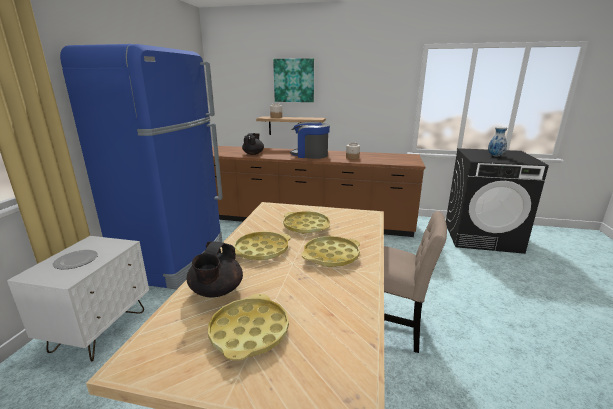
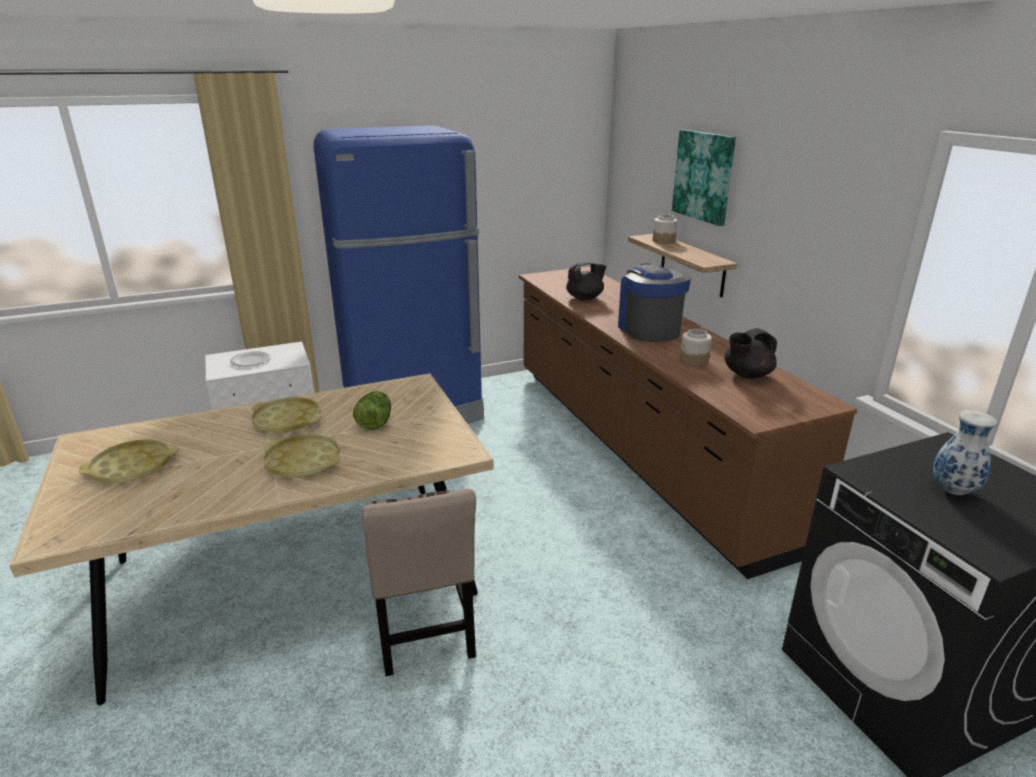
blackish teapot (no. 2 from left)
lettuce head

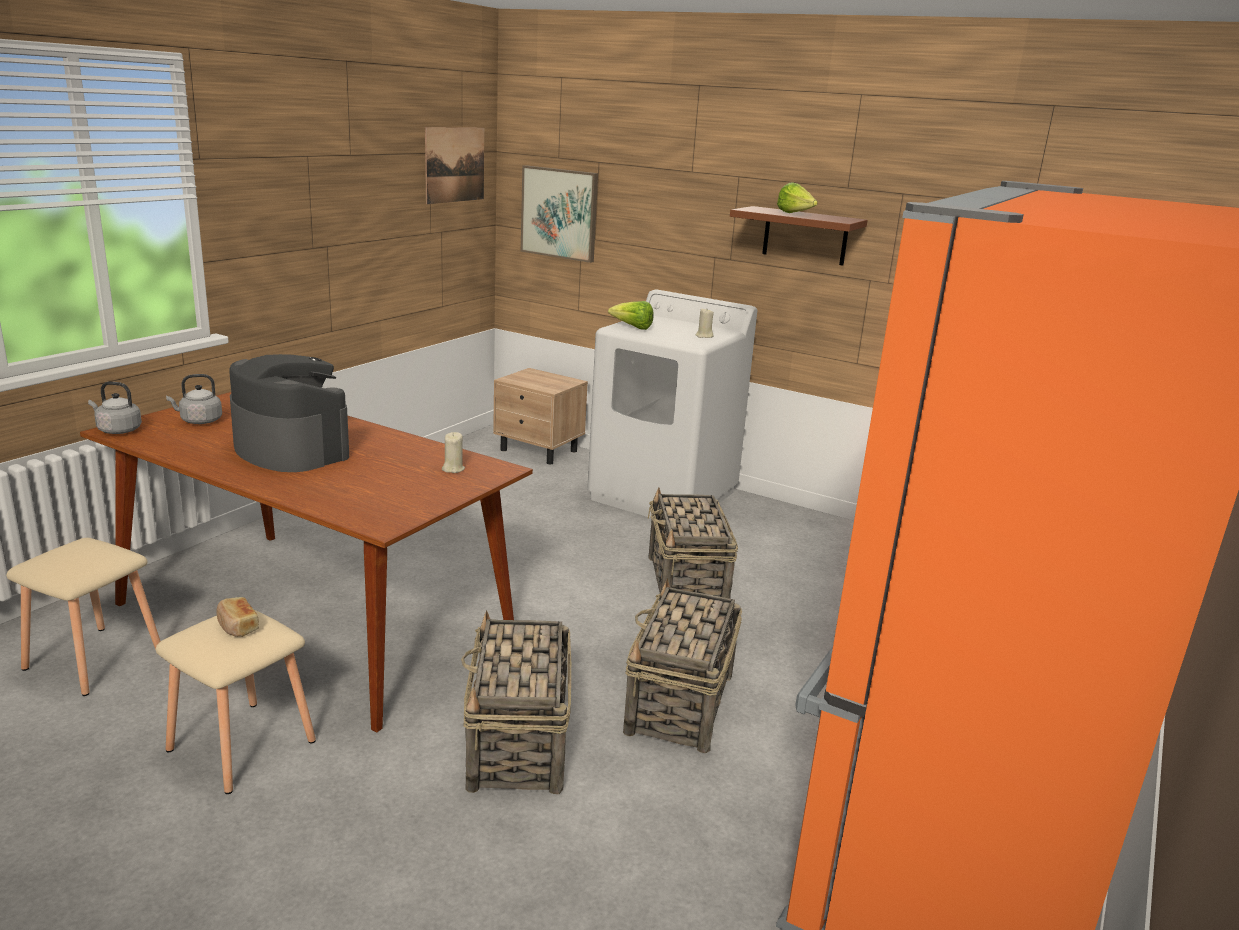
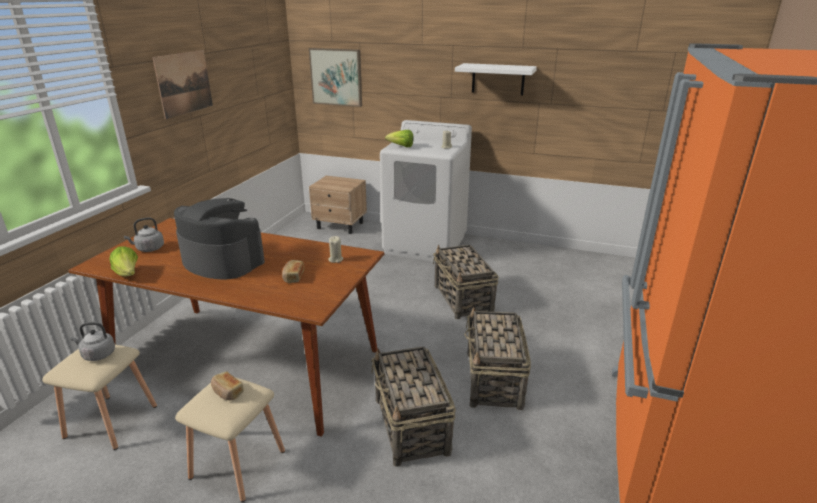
greyish water kettle (no. 1 from left)
wall picture (no. 1 from left)
whitish bracket shelf
lettuce head (no. 1 from left)
bakery bread (no. 2 from left)

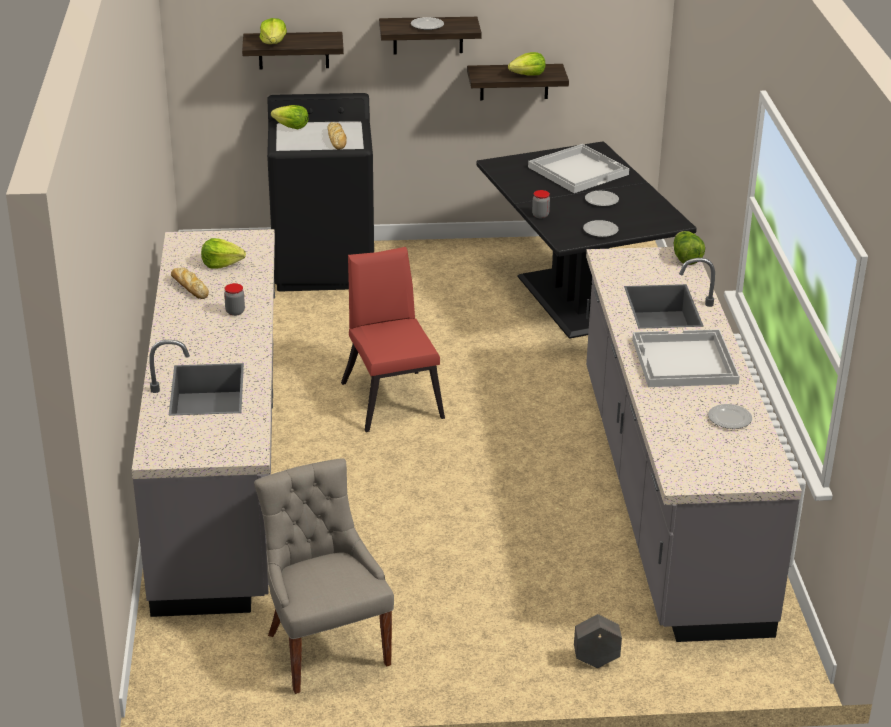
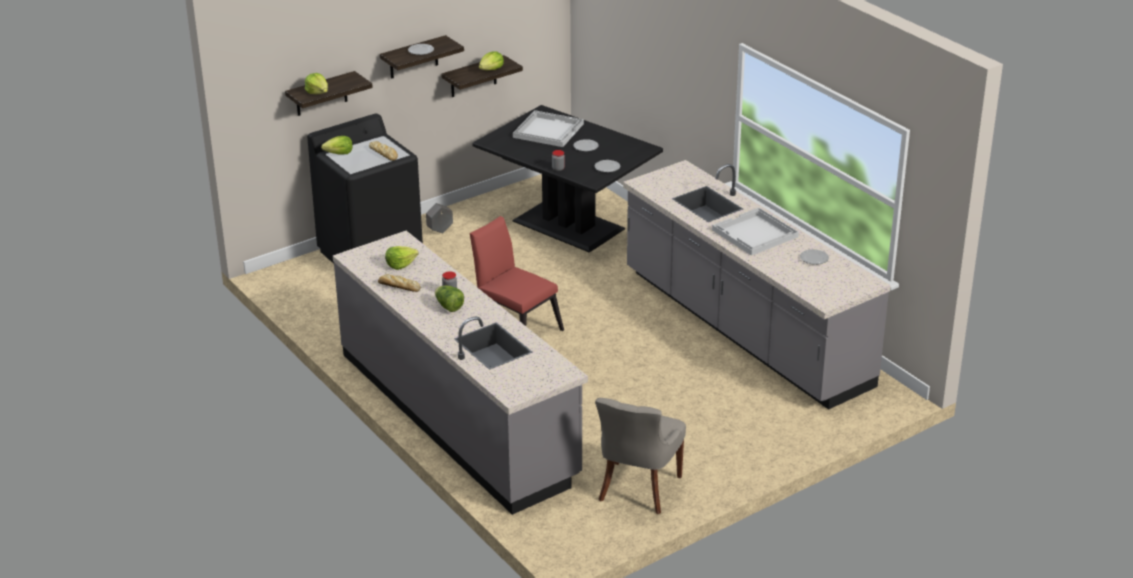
greyish chair
greyish flower pot
lettuce head (no. 4 from left)

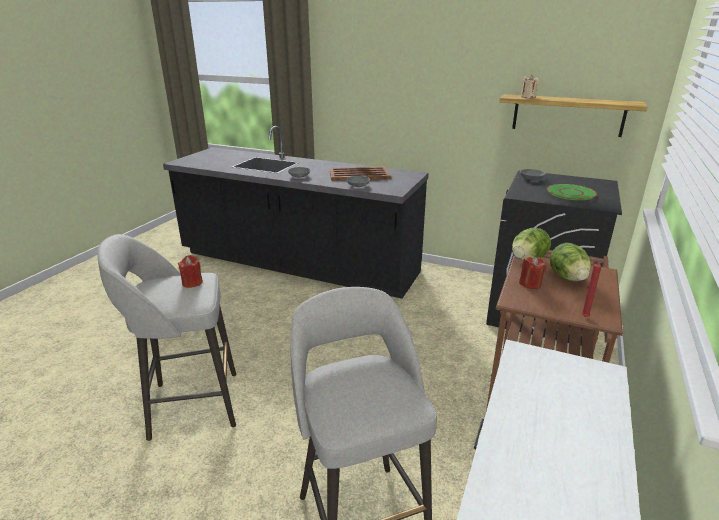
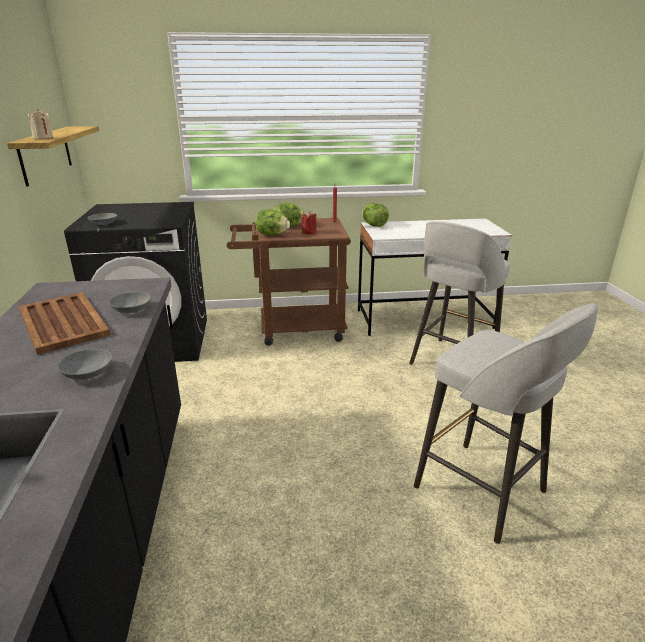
red wax candle (no. 1 from left in the first image)
green-coloured flat dish
lettuce head (no. 3 from left)

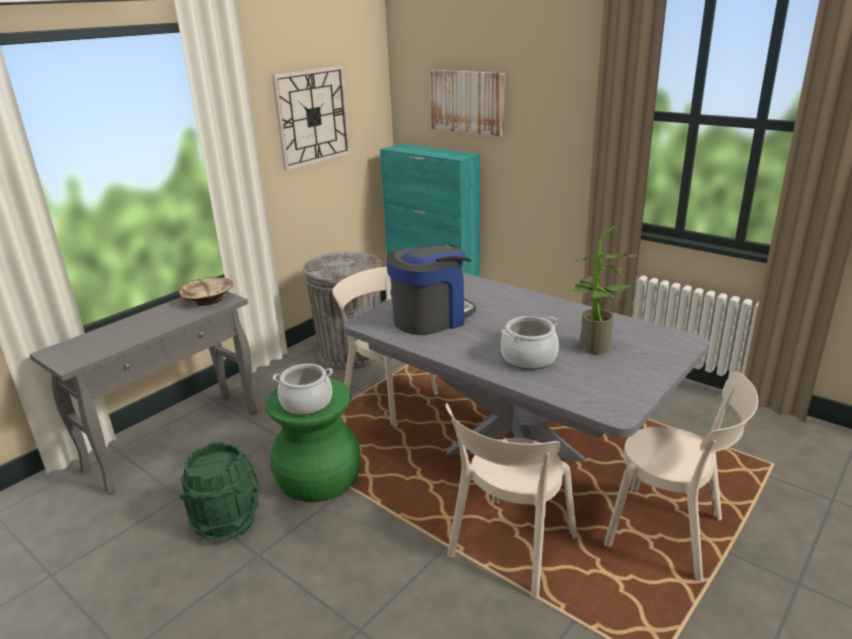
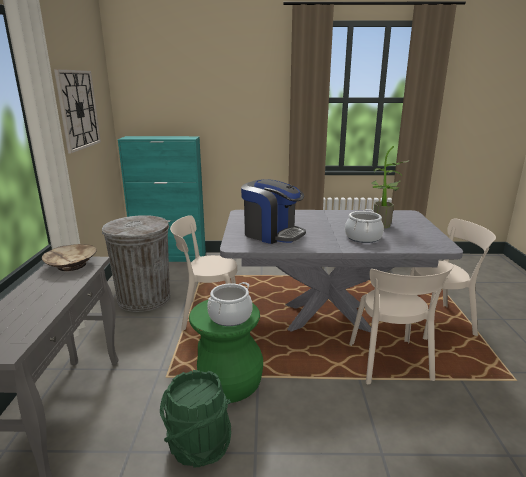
coffee maker
wall picture

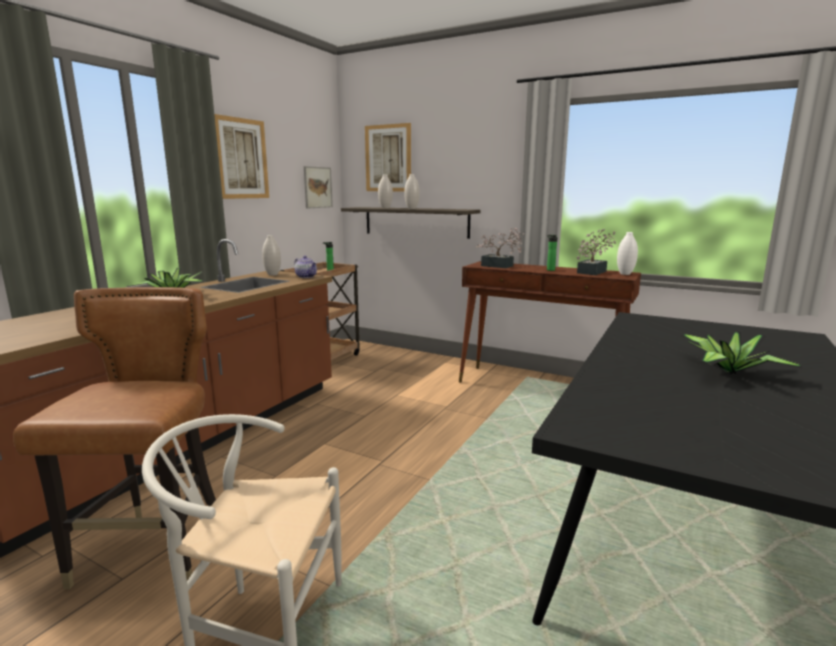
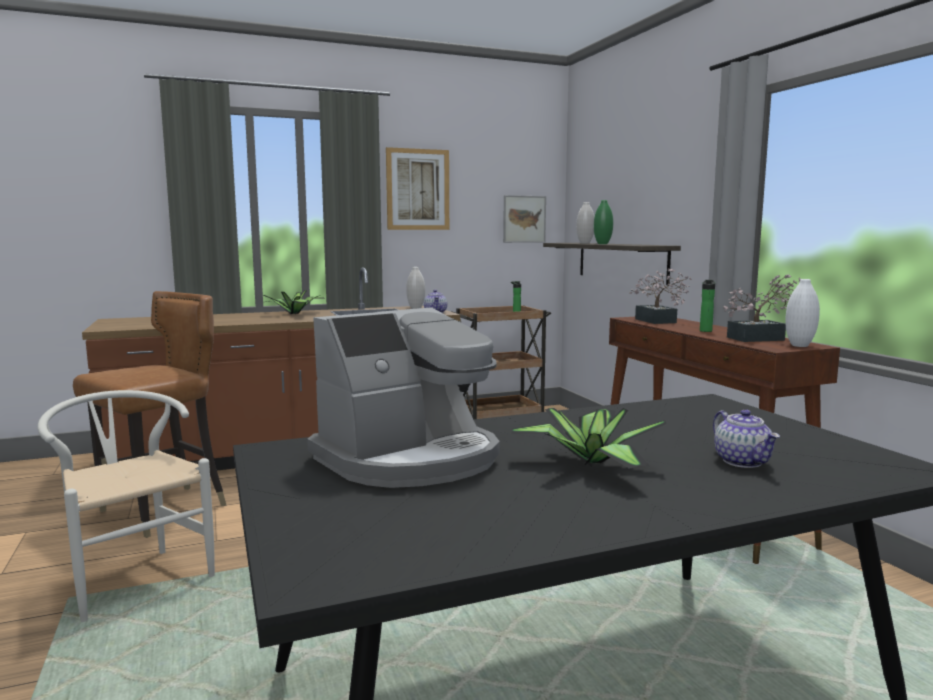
wall picture (no. 3 from left in the first image)
green-coloured vase
coffee maker
teapot (no. 2 from left)

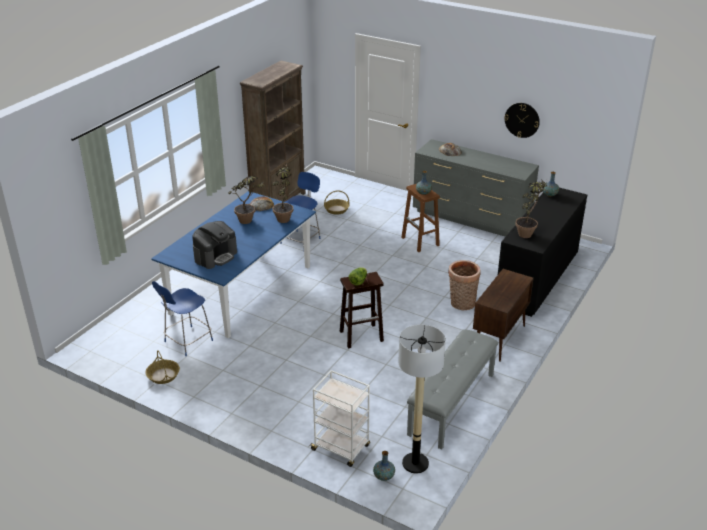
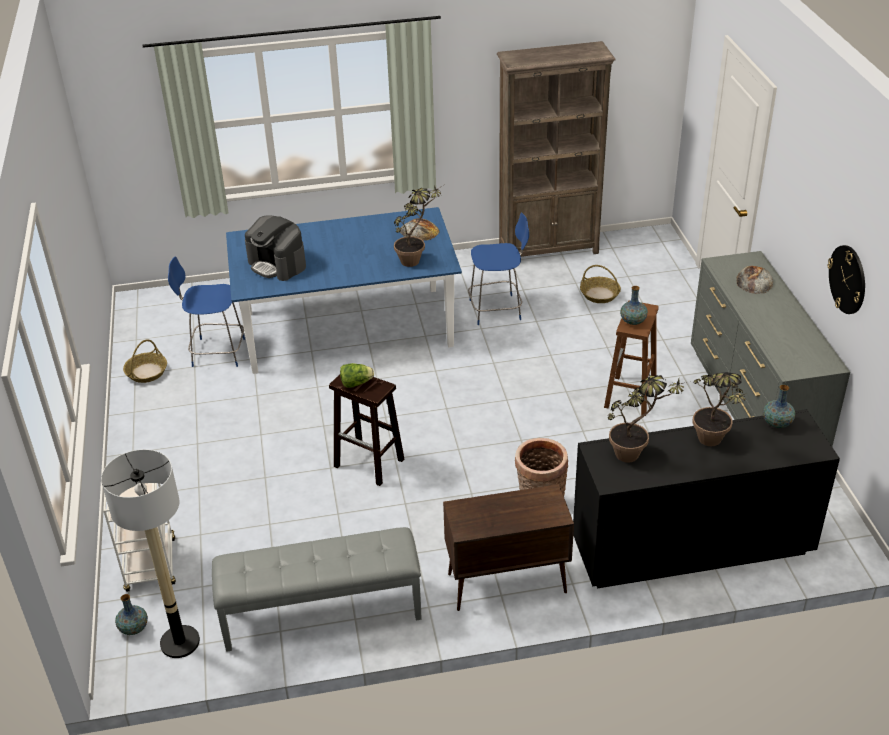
coffee maker
houseplant (no. 3 from left)

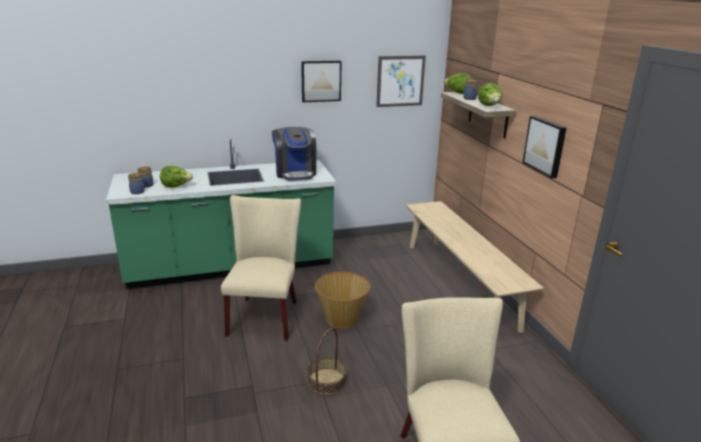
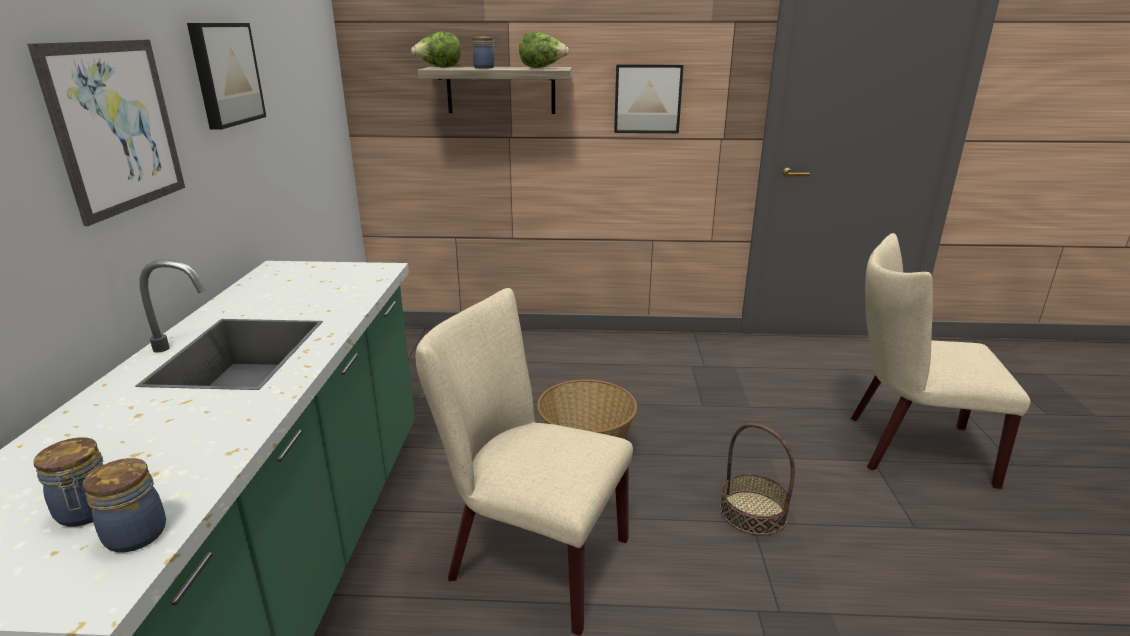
lettuce head (no. 1 from left in the first image)
coffee maker
wall picture (no. 1 from left)
beige-coloured long seat

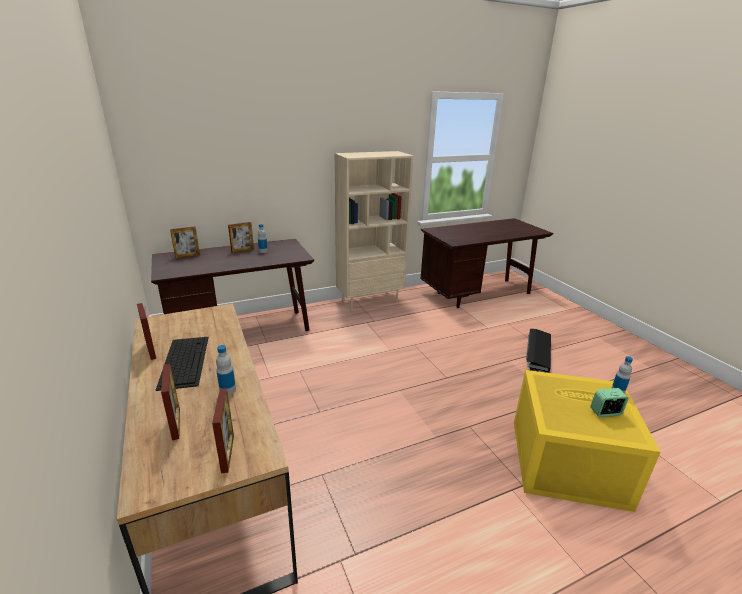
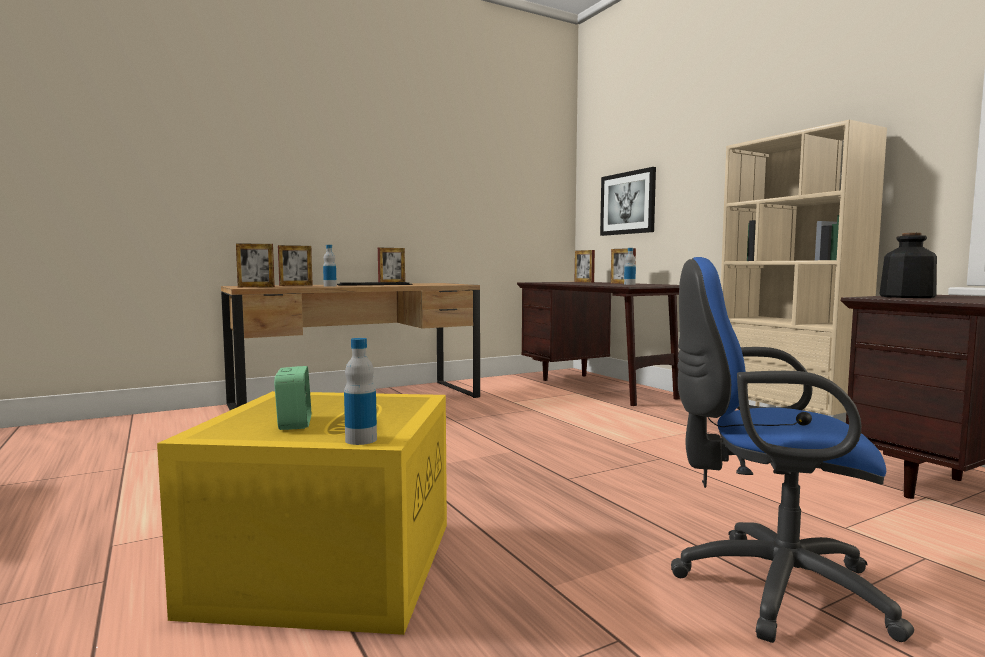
bluish desk chair
wall picture
beverage bottle (no. 4 from left)

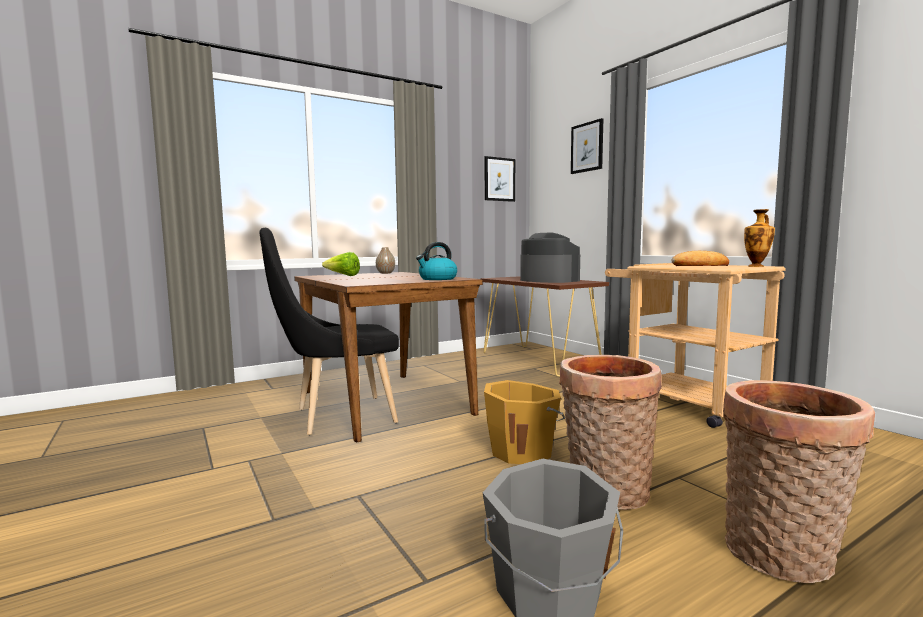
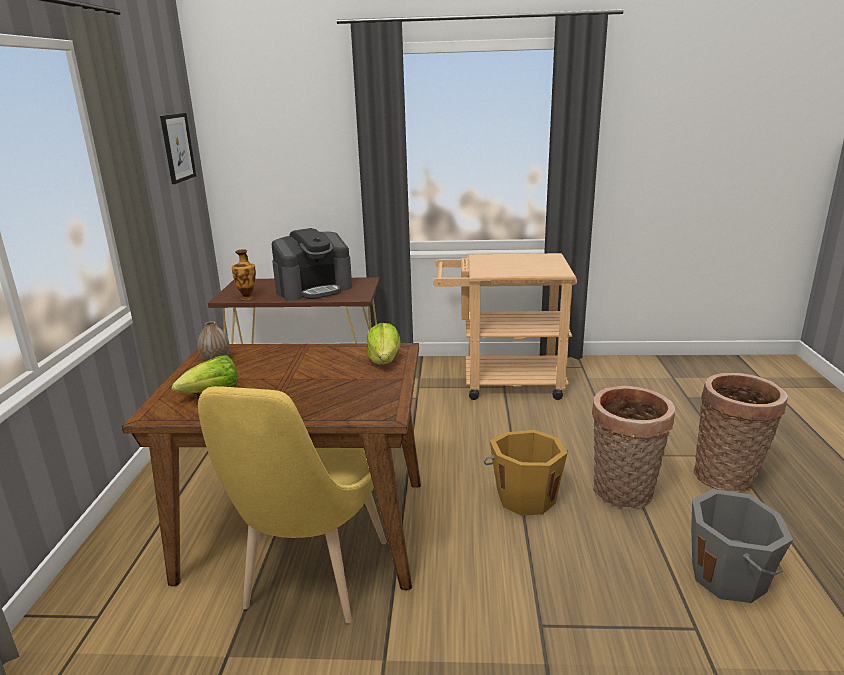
yellow-coloured chair
lettuce head (no. 2 from left)
coffee maker
wall picture (no. 2 from left in the first image)
bakery bread
vase (no. 2 from left)

